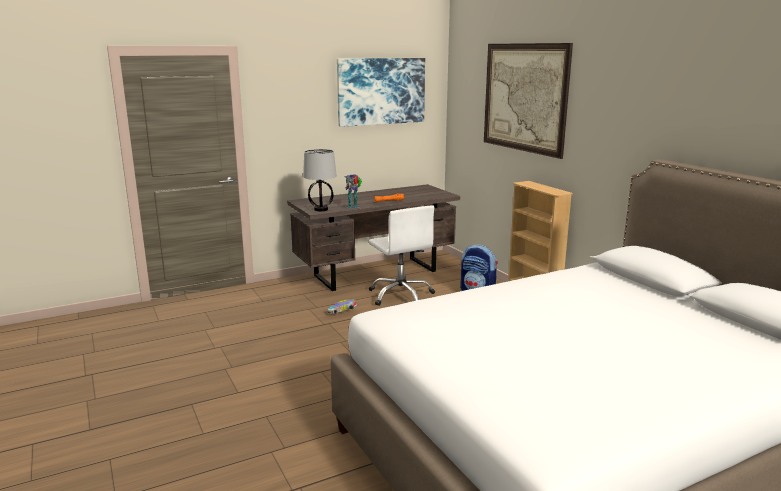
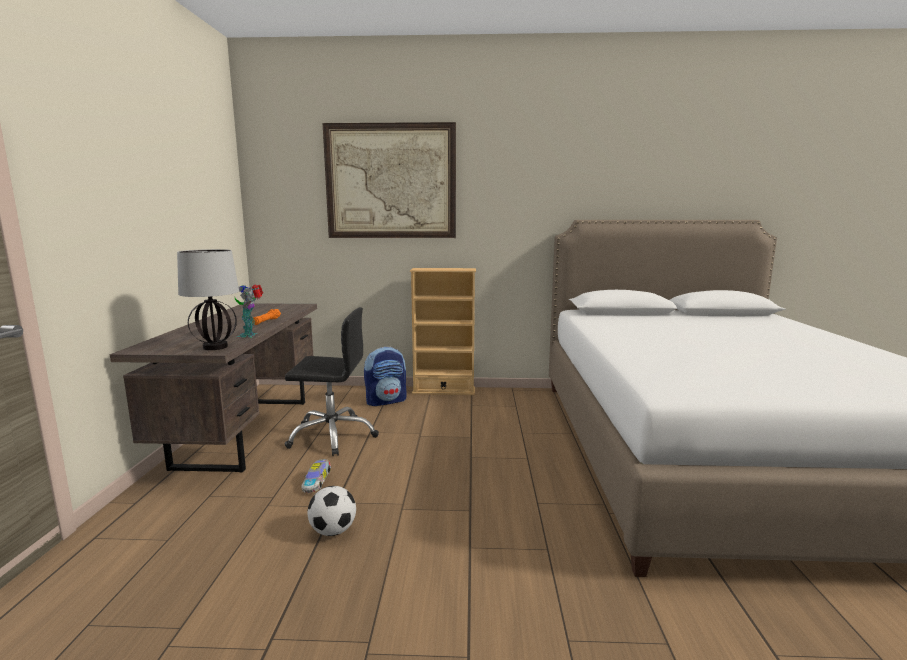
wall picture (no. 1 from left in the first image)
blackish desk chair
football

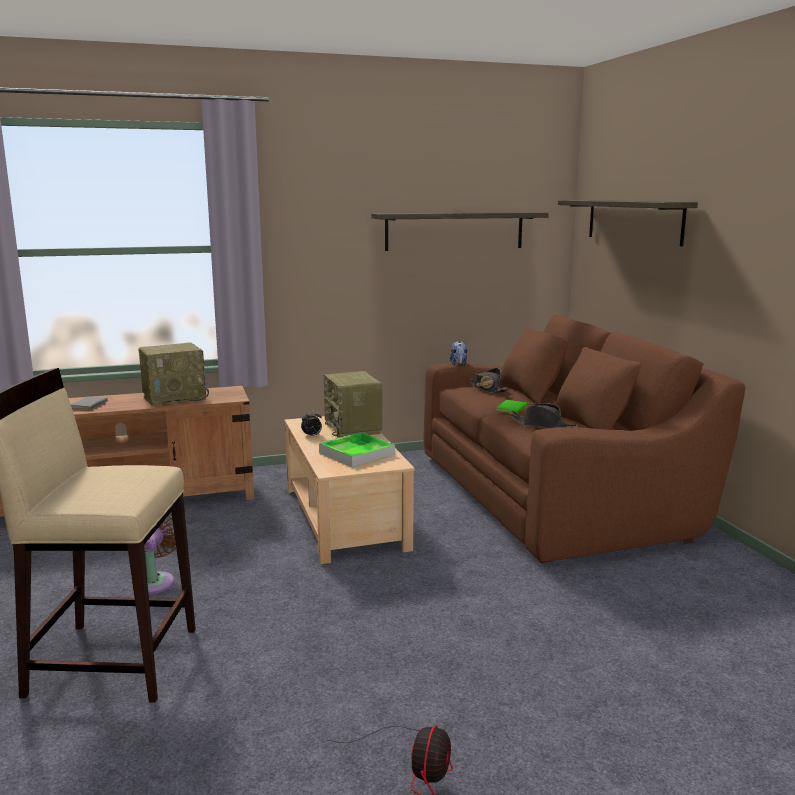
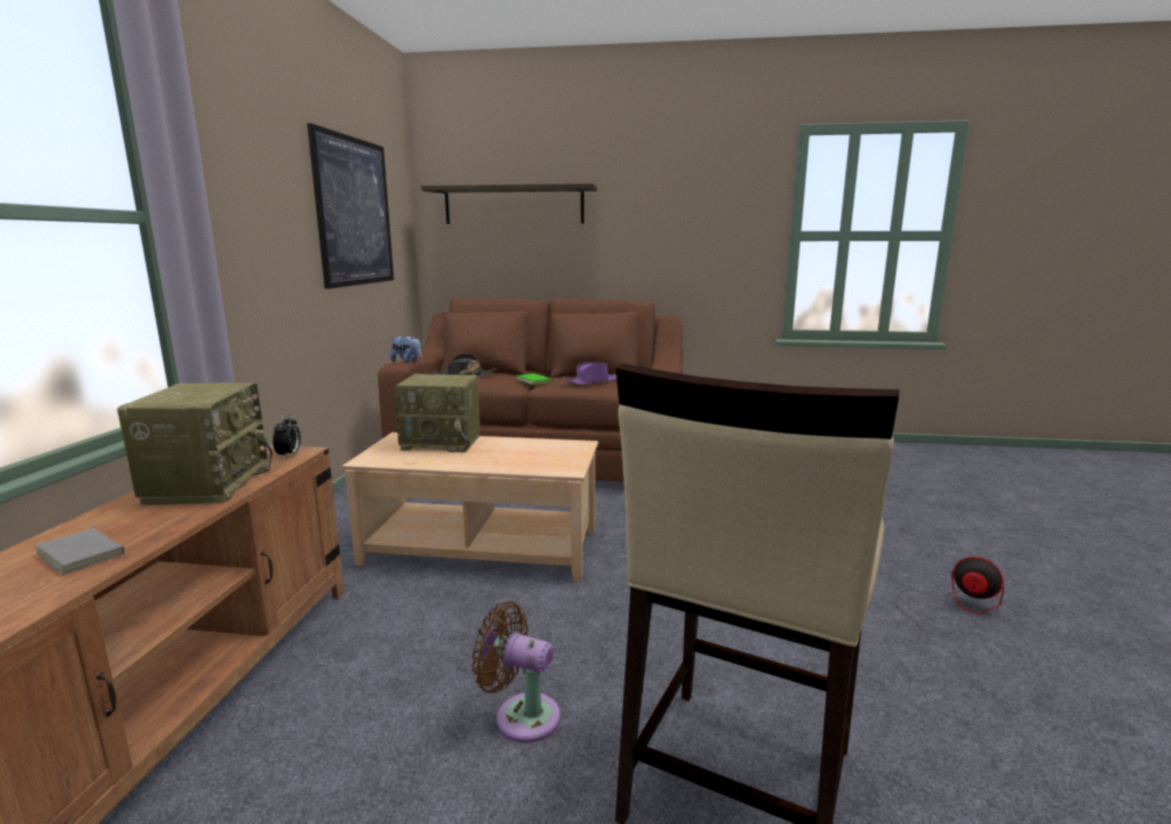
alarm clock
serving tray
wall picture
purplish clothing hat

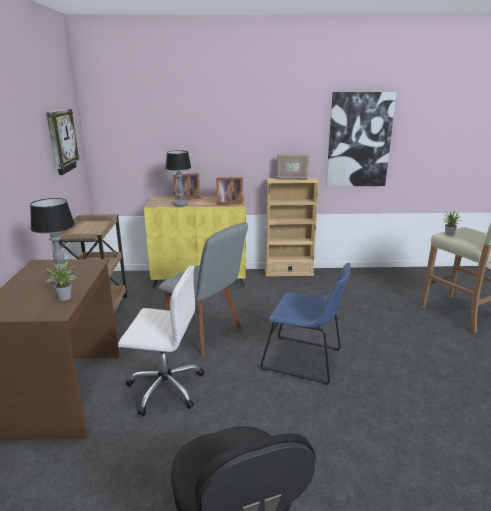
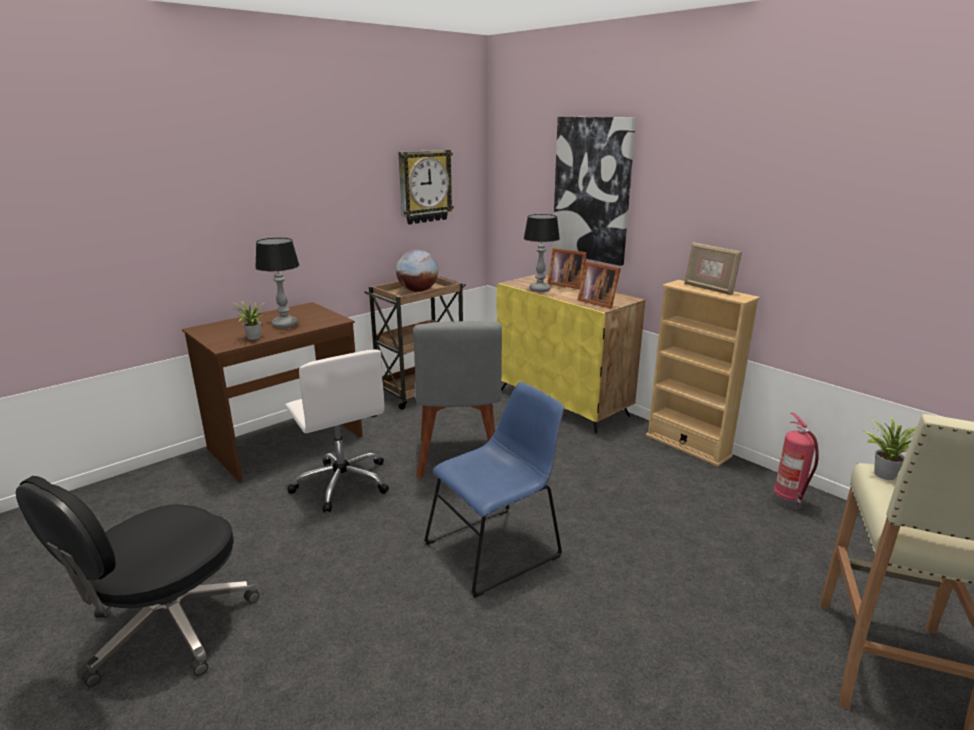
bluish chair
wall picture
globe
extinguisher

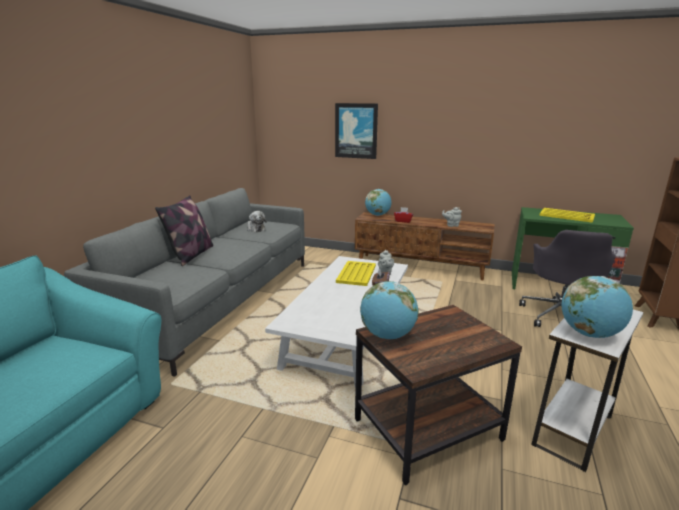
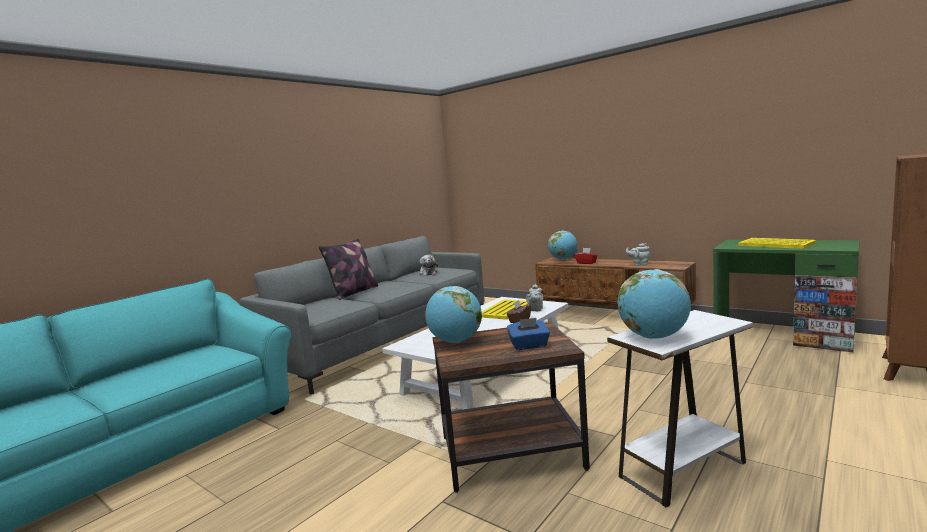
wall picture
greyish desk chair
bluish tissue box

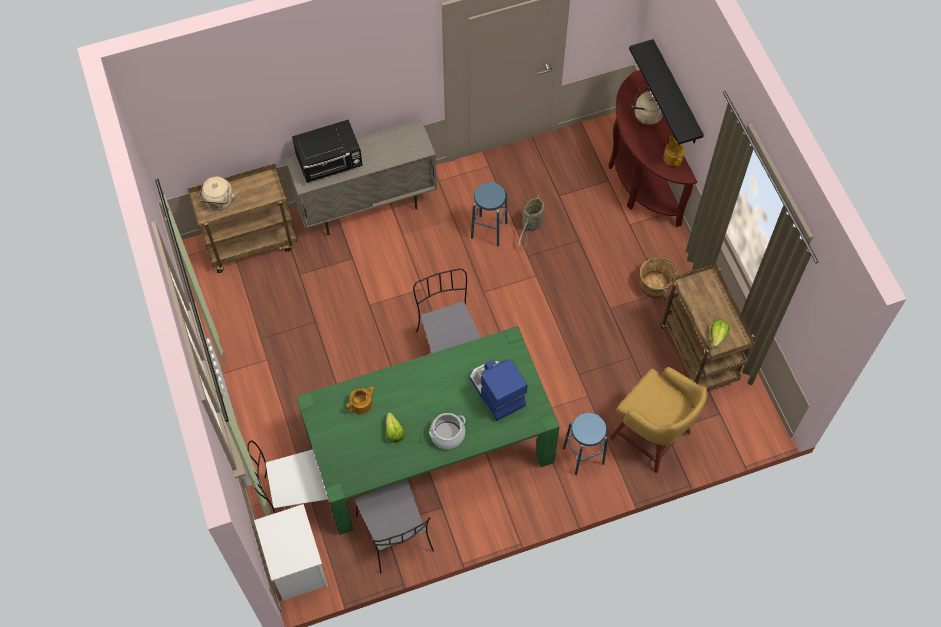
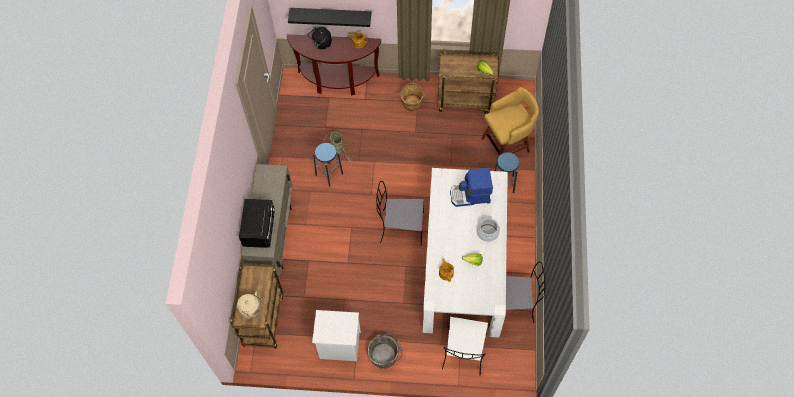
whitish bedside table
whitish dining table
blackish water kettle
greyish water bucket

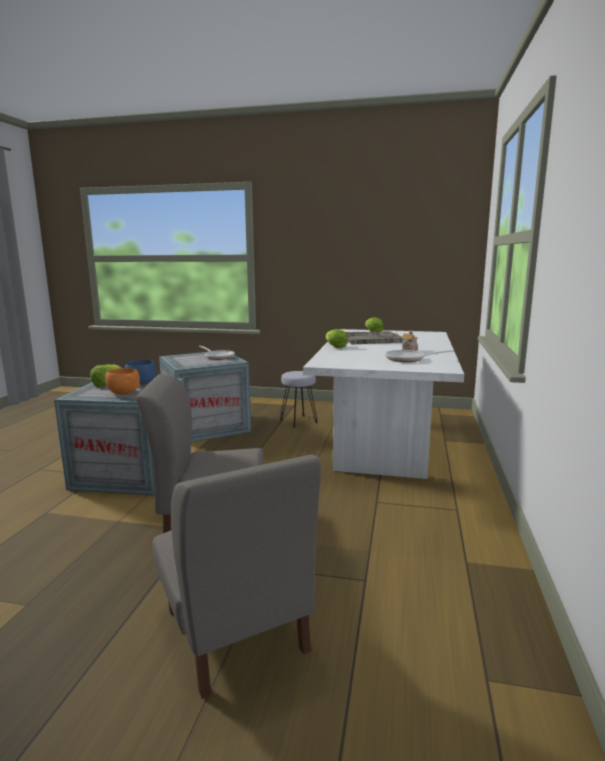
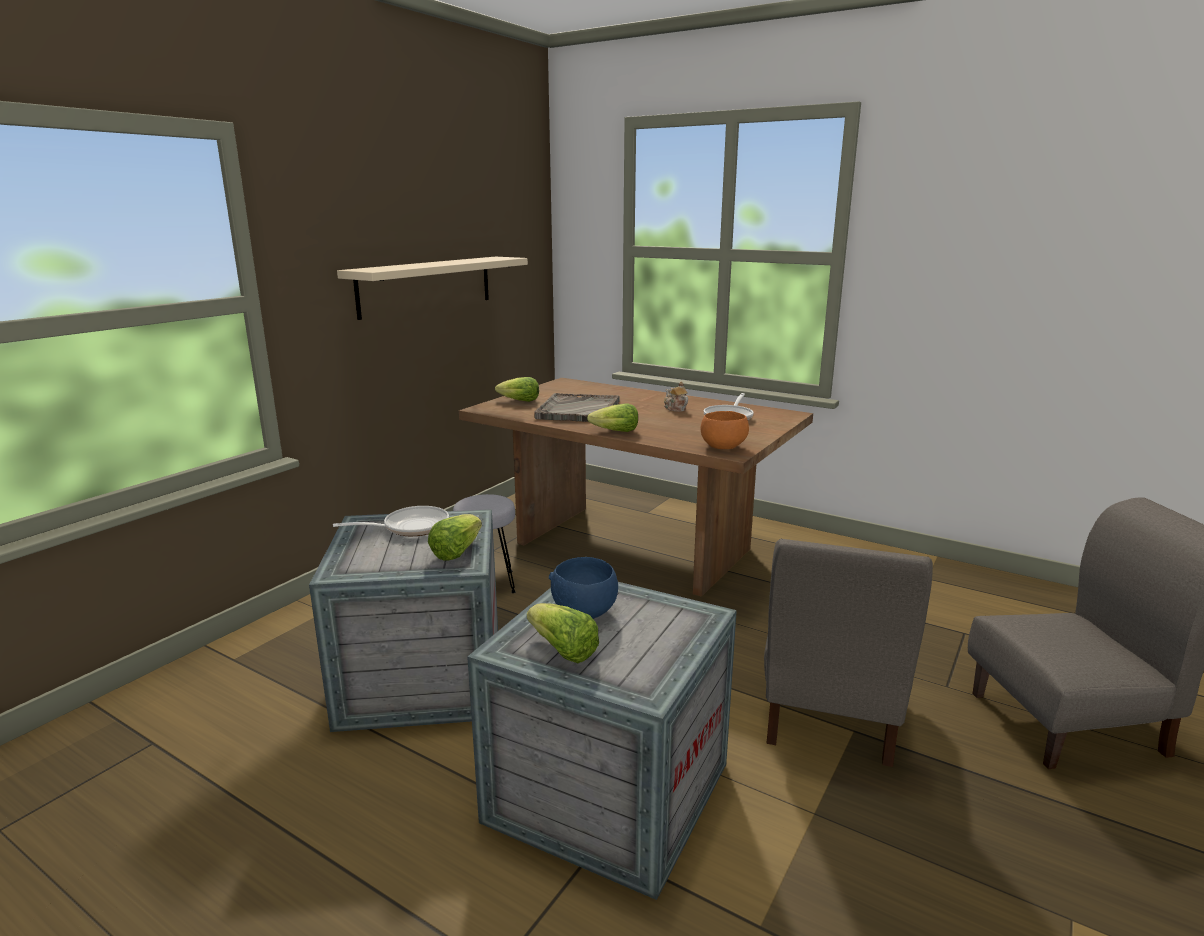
orange serving bowl
brown-coloured dining table
beige-coloured bracket shelf
lettuce head (no. 1 from left)

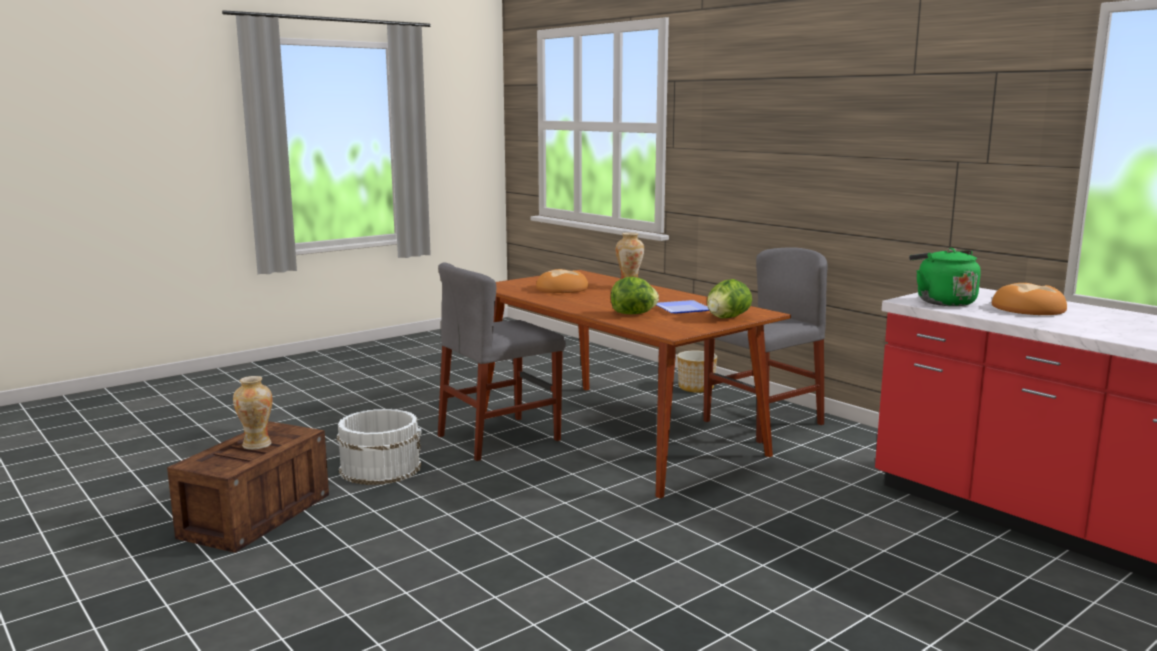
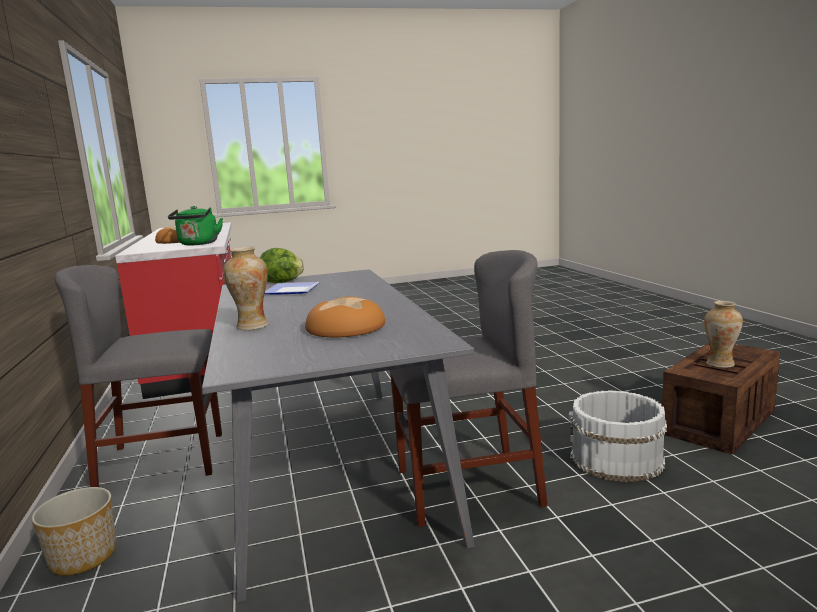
greyish dining table
lettuce head (no. 1 from left in the first image)

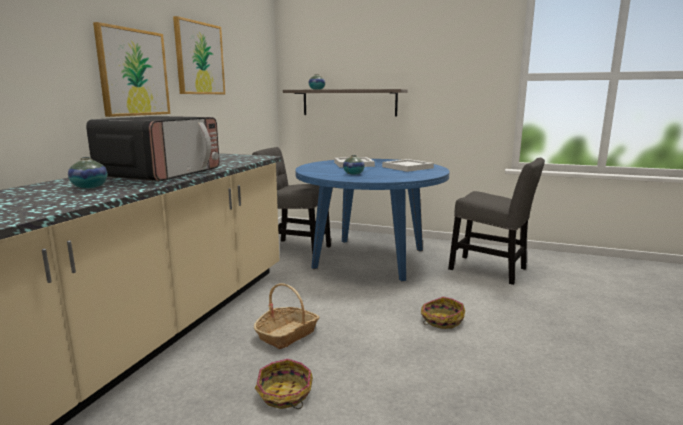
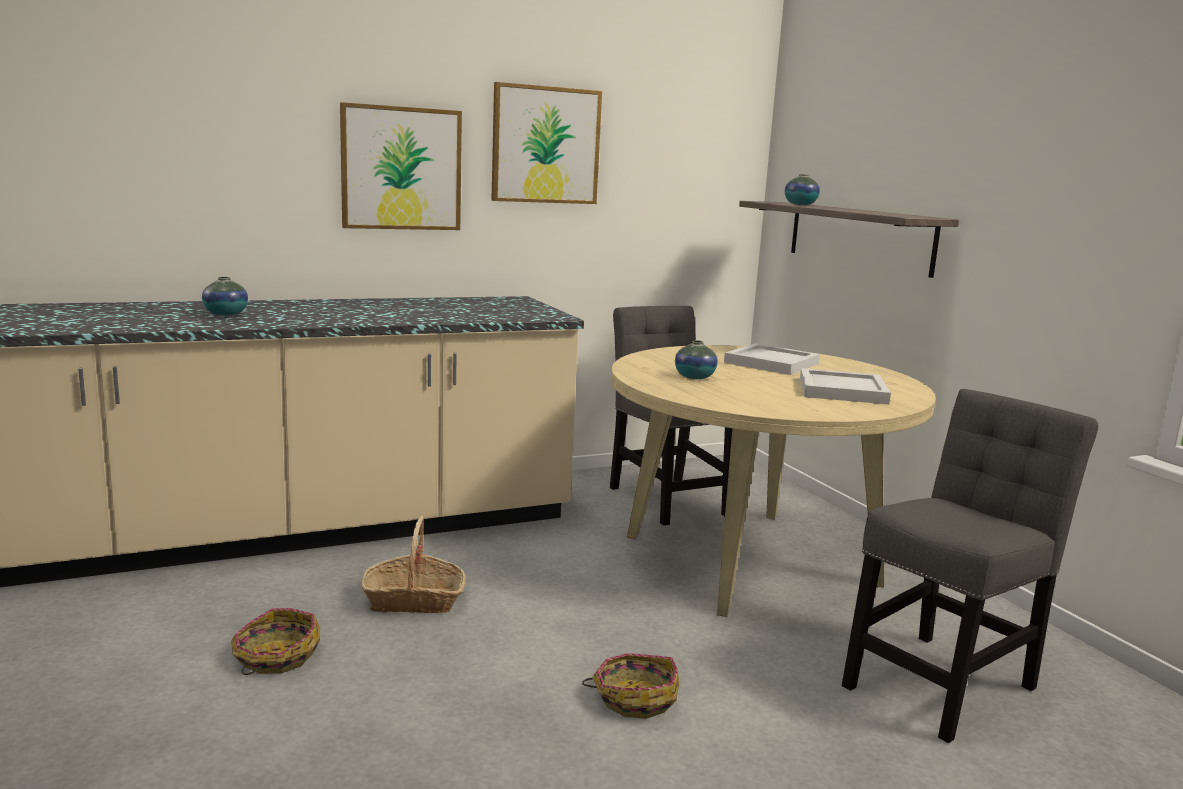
kitchen microwave
beige-coloured dining table
greyish chair (no. 2 from left)

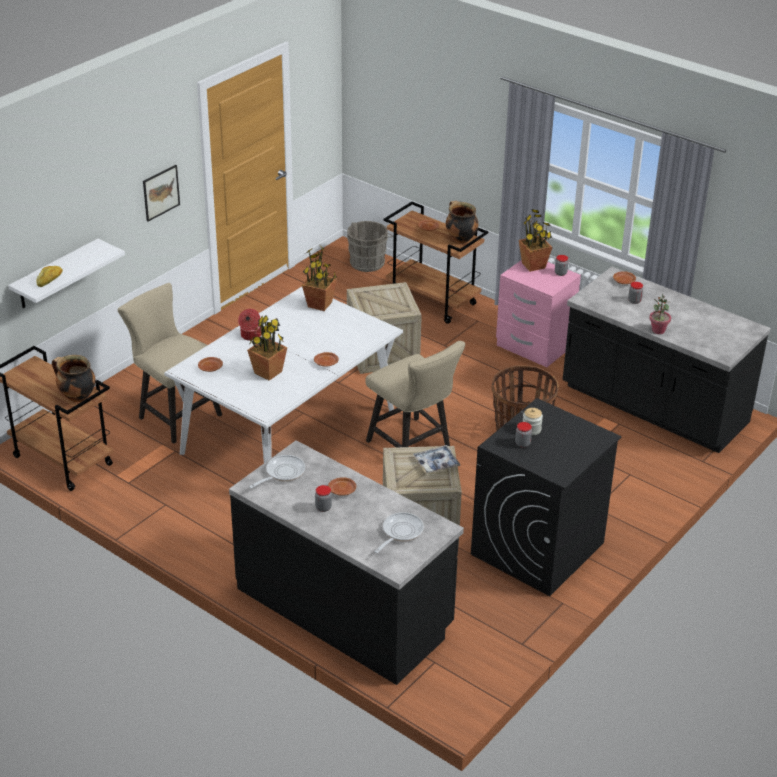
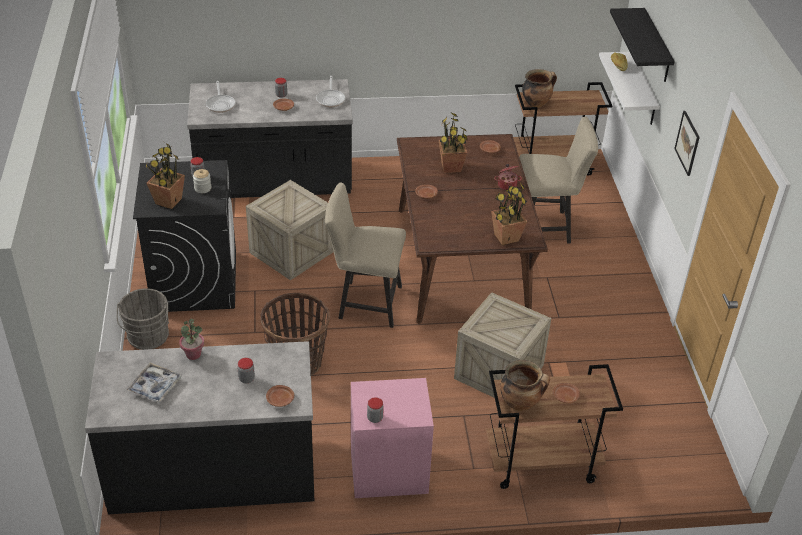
brown-coloured dining table
greyish water bucket
serving tray
houseplant (no. 1 from left)
blackish bracket shelf

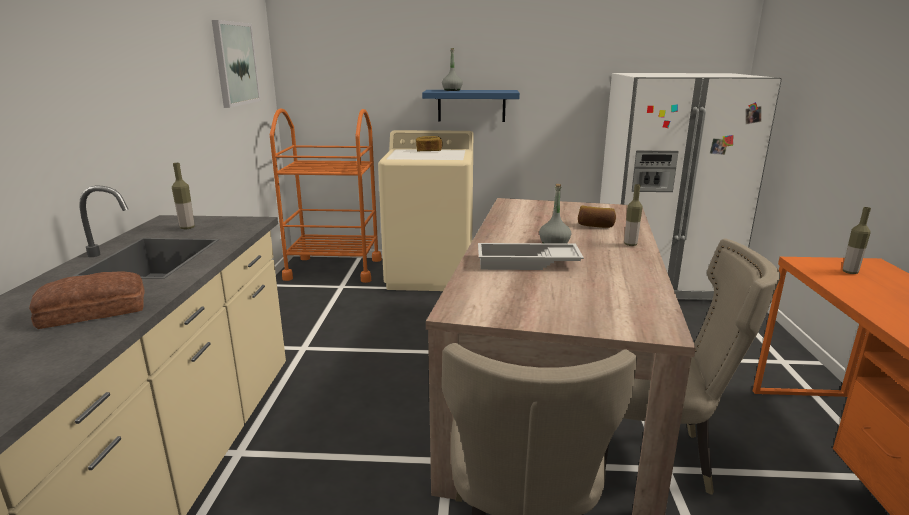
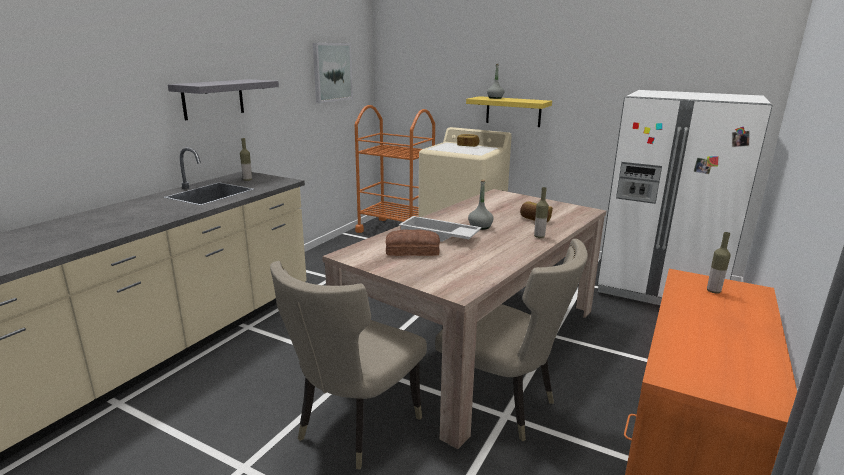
bakery bread (no. 1 from left)
yellow-coloured bracket shelf
greyish bracket shelf

